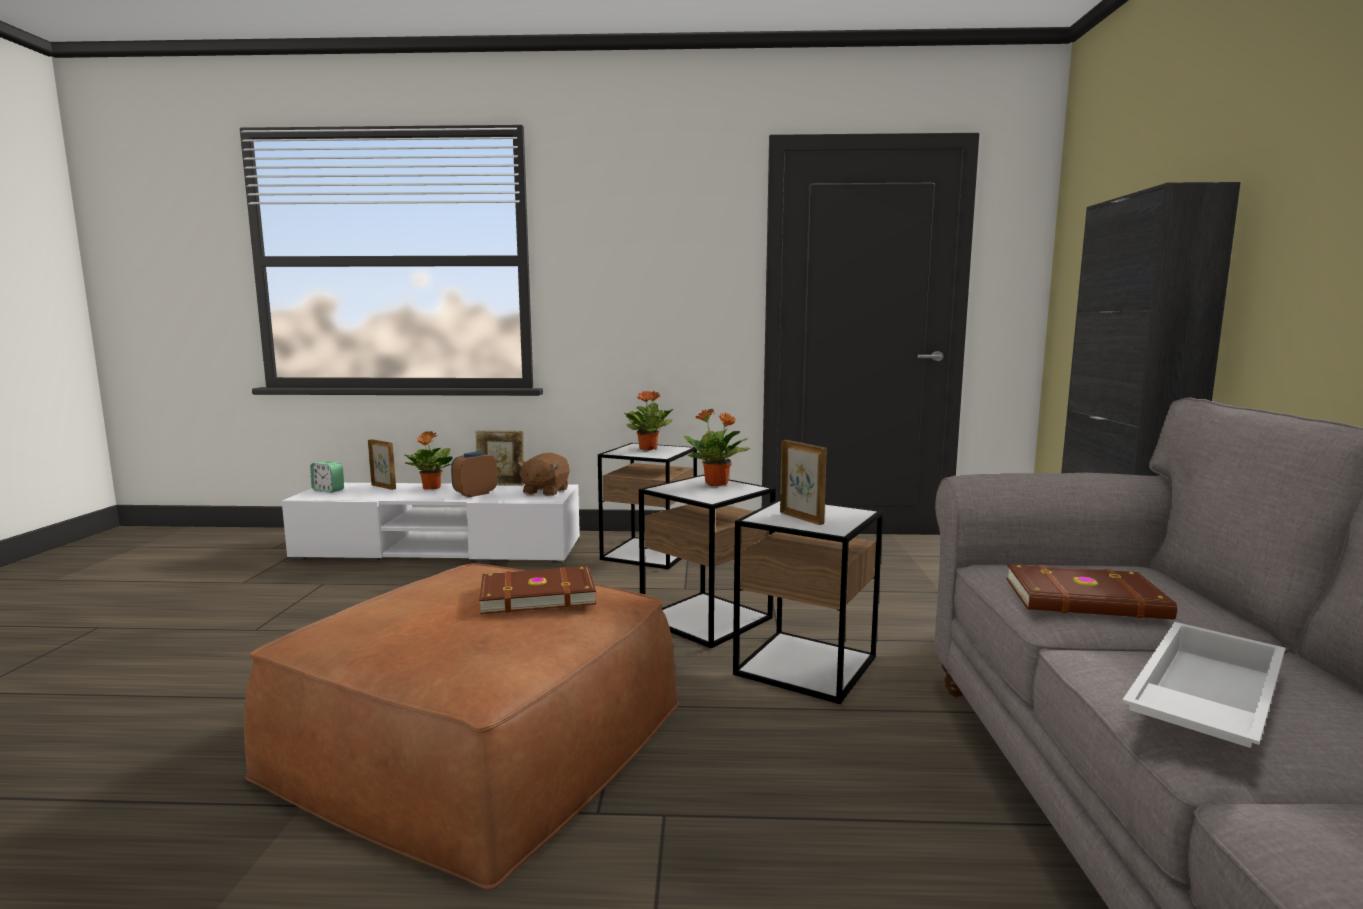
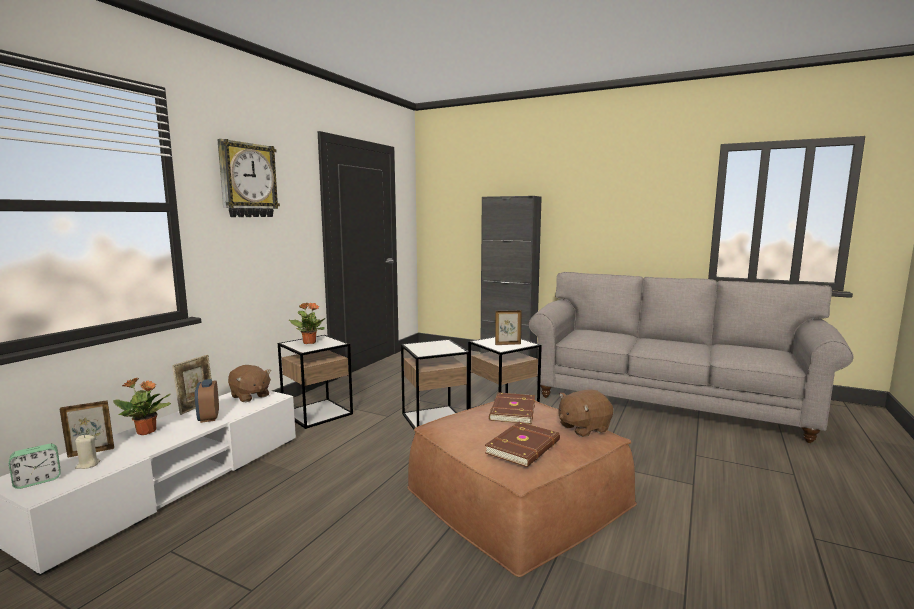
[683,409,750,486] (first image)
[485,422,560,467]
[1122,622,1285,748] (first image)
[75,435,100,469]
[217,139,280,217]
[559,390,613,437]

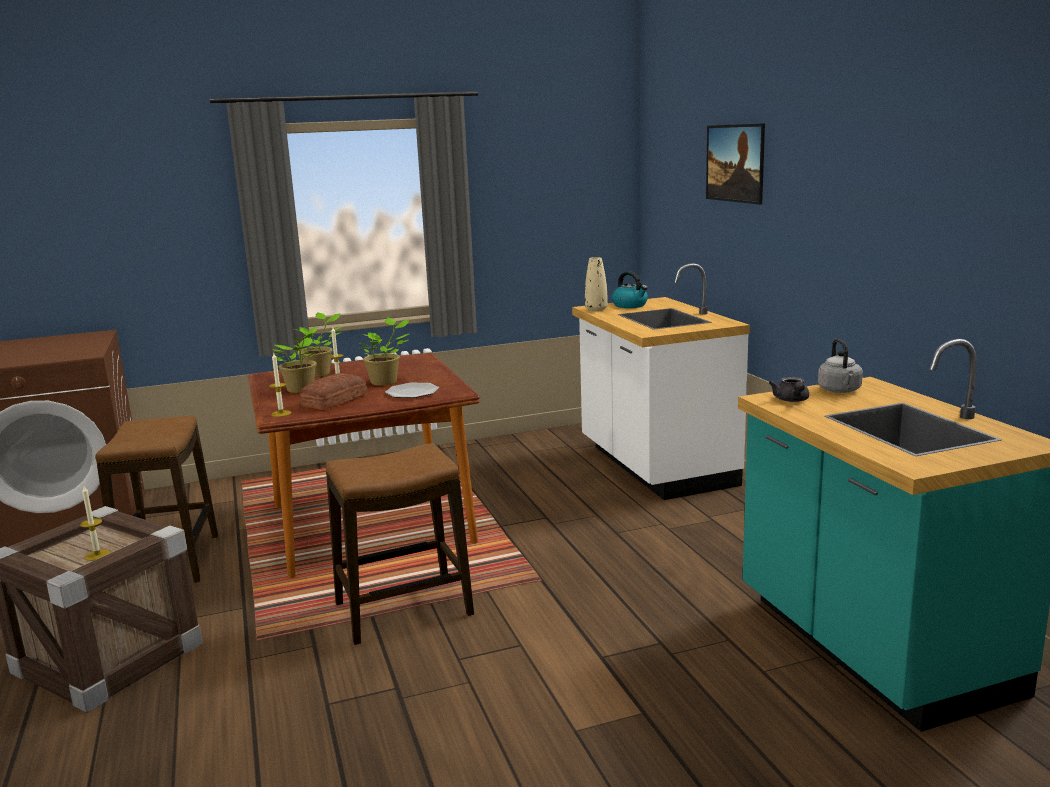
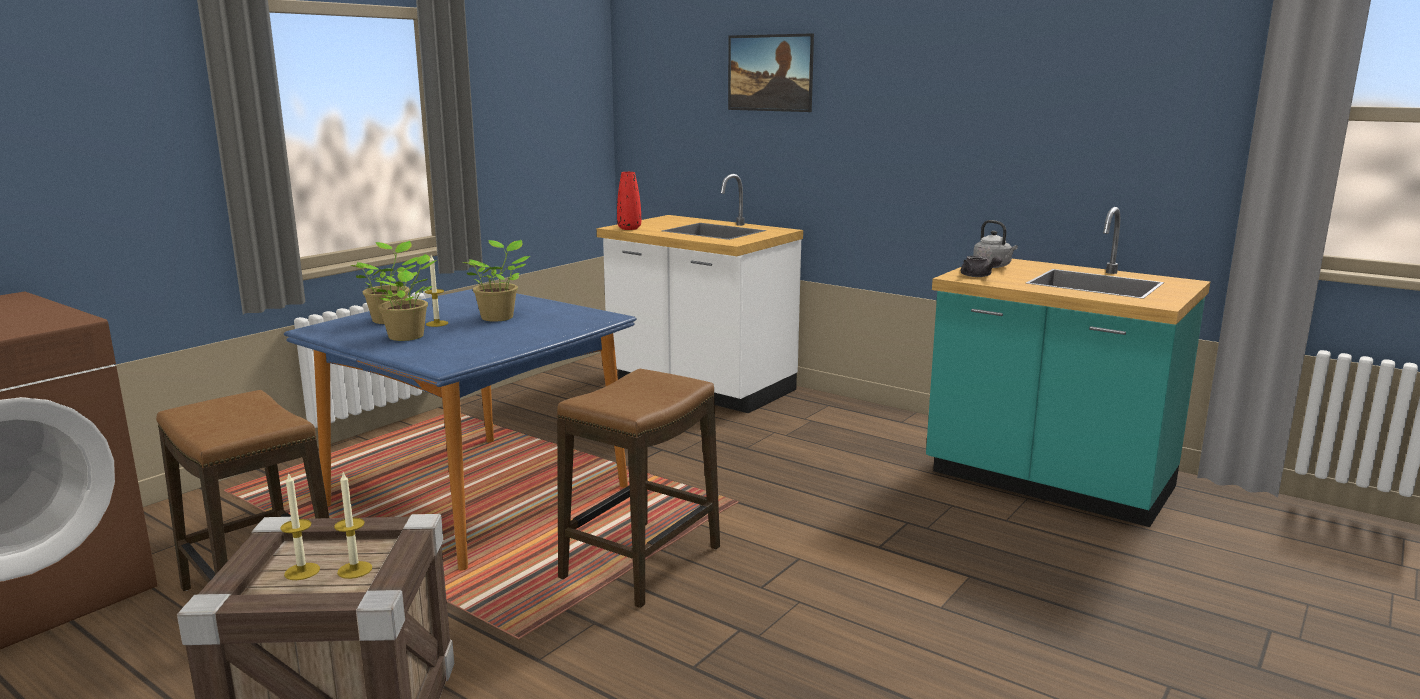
[284,289,636,570]
[280,472,320,580]
[300,373,368,410] (first image)
[385,383,439,398] (first image)
[617,172,641,230]
[612,271,648,308] (first image)

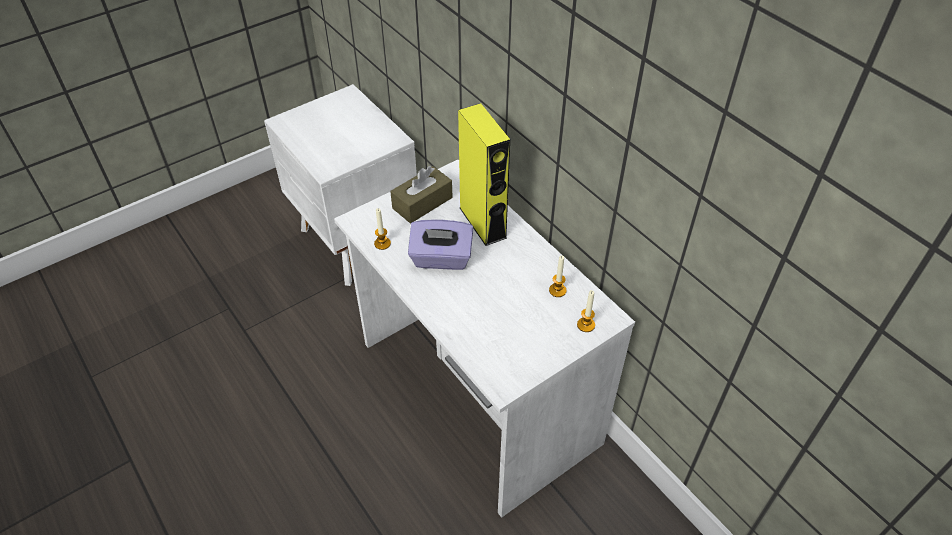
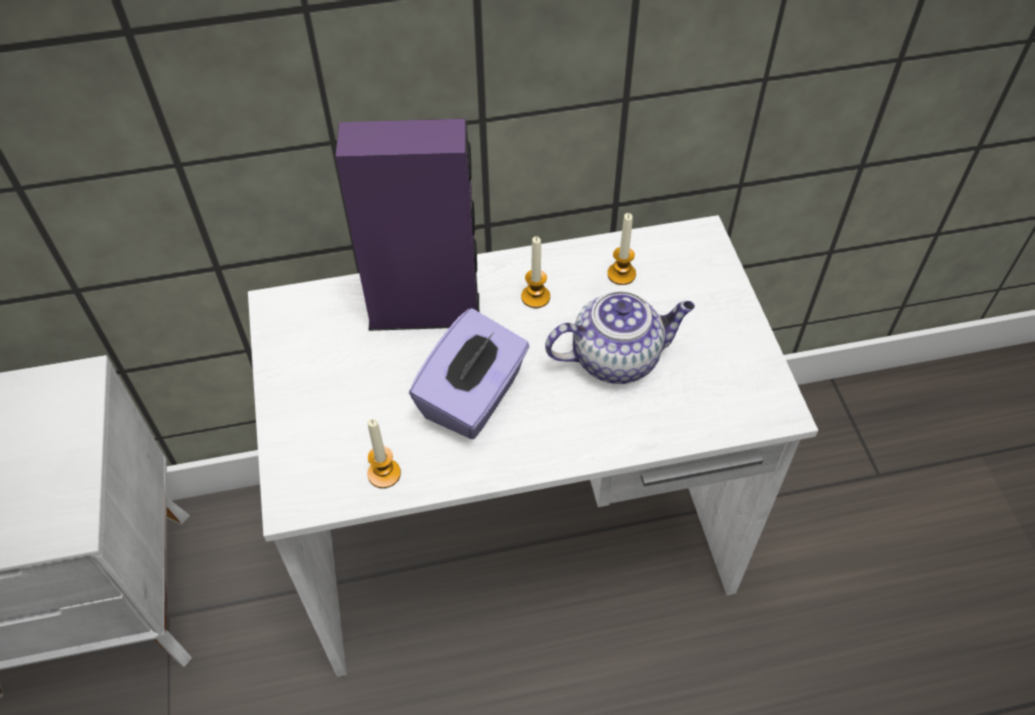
[390,166,452,223] (first image)
[335,119,479,331]
[521,236,550,308]
[545,291,695,384]

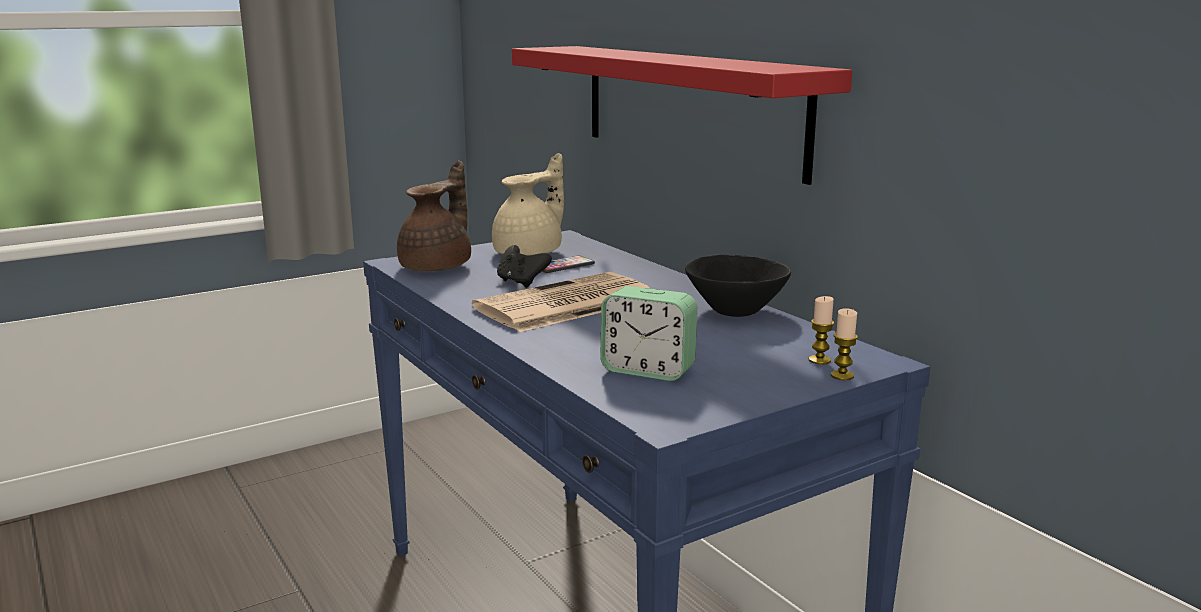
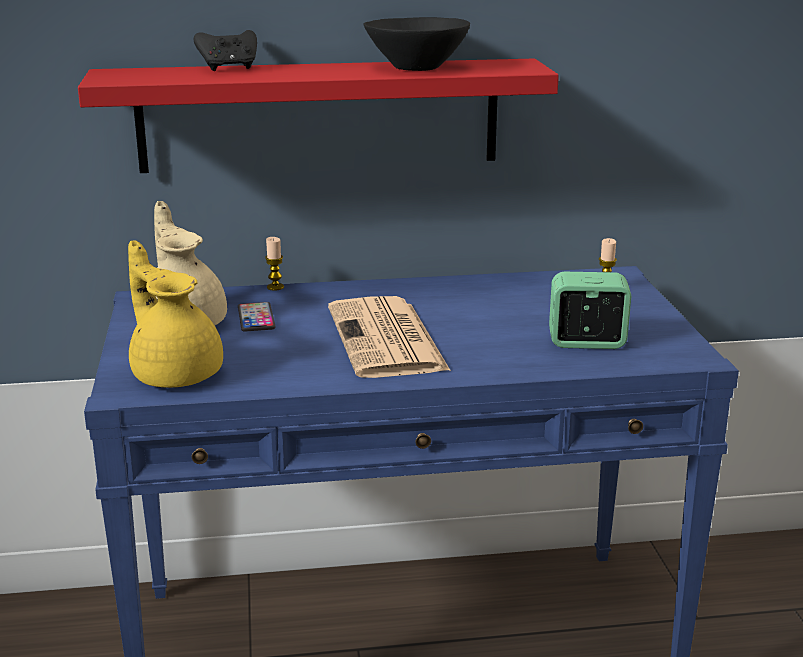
[128,241,223,388]
[193,30,257,71]
[549,272,631,349]
[364,17,470,71]
[265,237,284,291]

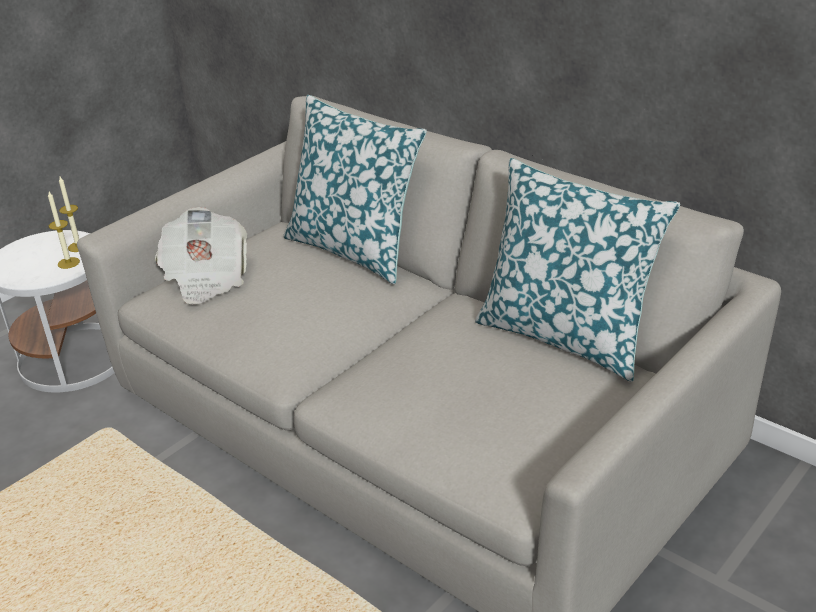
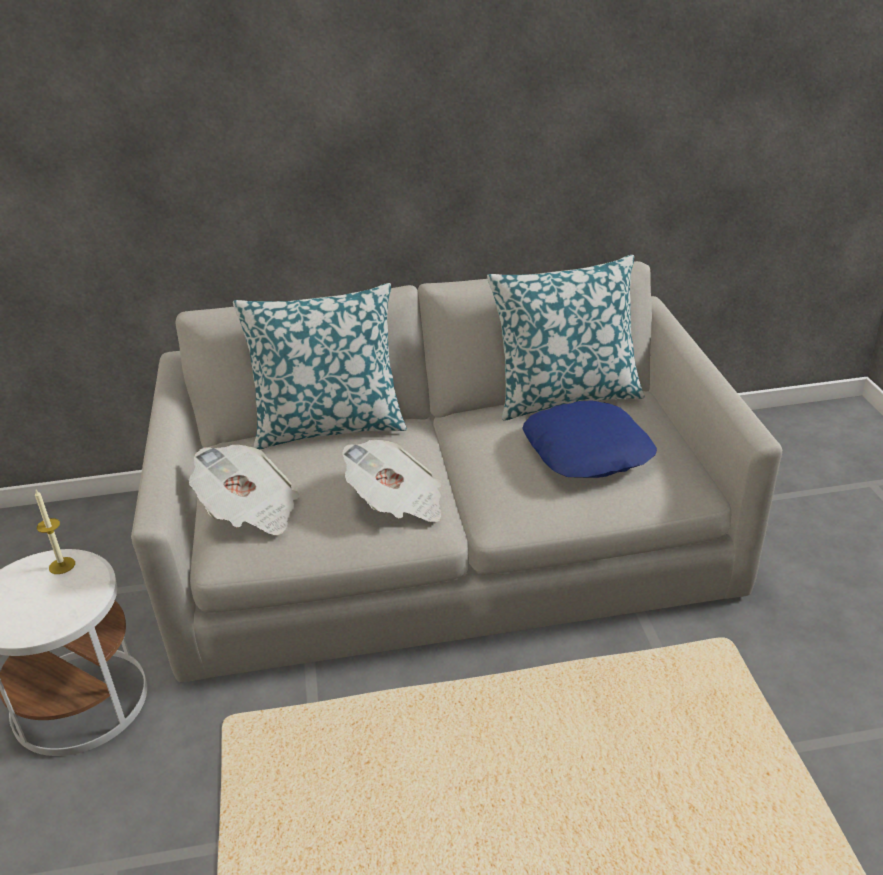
[48,191,80,269] (first image)
[342,440,442,522]
[522,400,657,478]

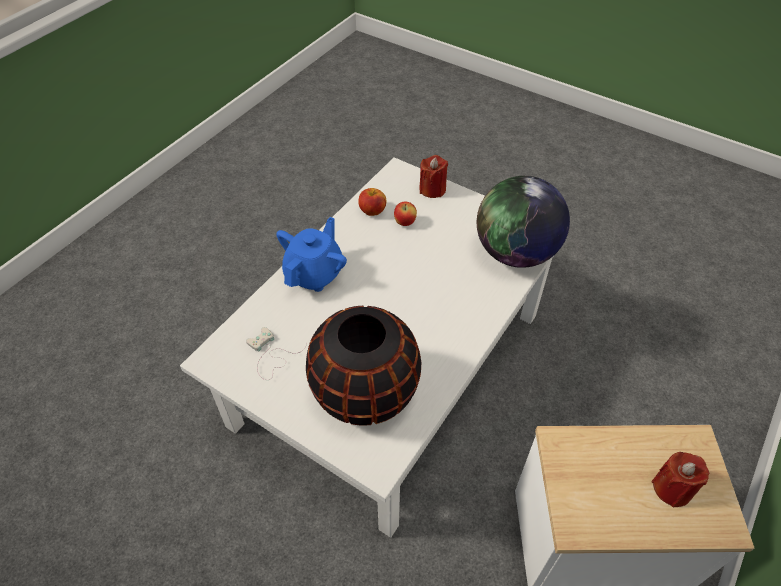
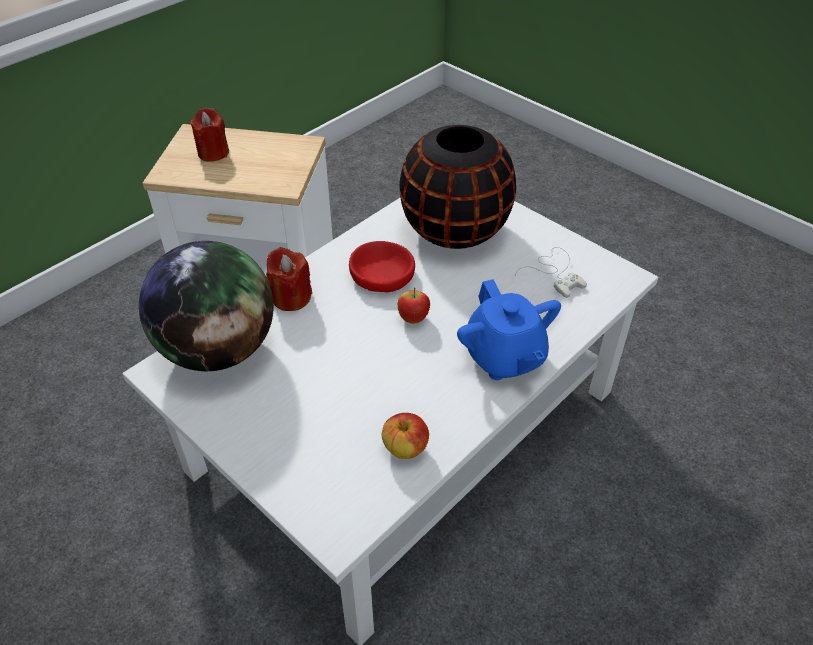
[457,279,561,380]
[398,288,430,324]
[266,247,312,311]
[349,241,415,292]

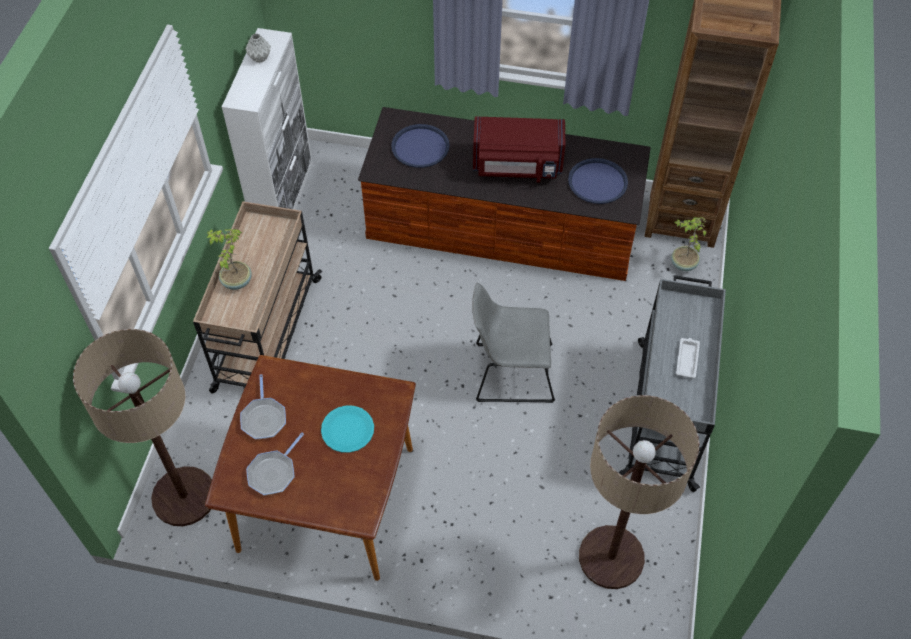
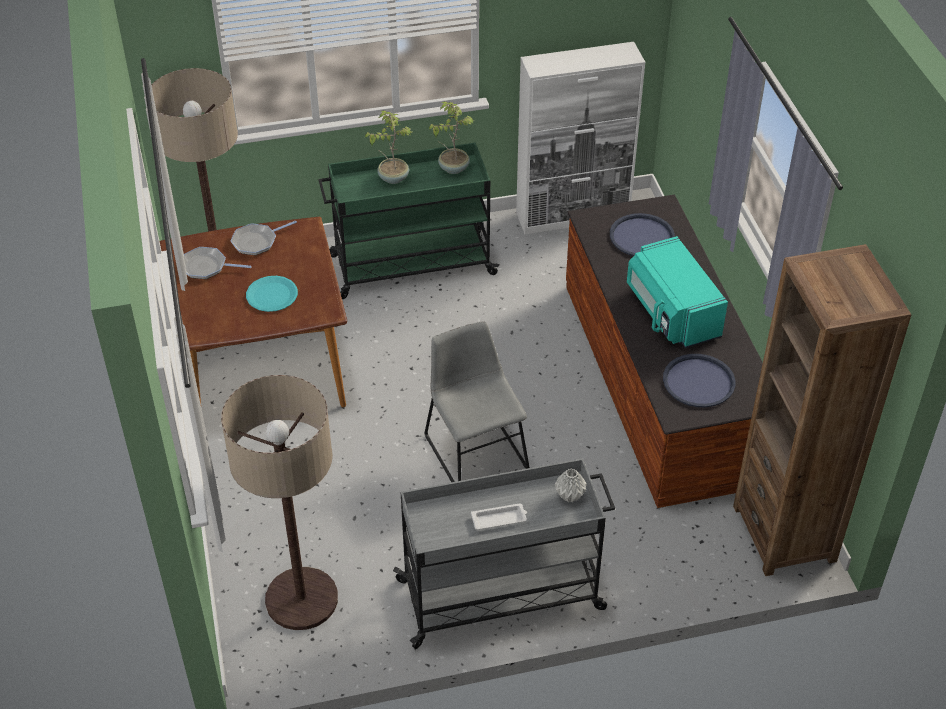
[318,142,500,299]
[555,468,587,502]
[627,236,728,348]
[429,101,474,174]

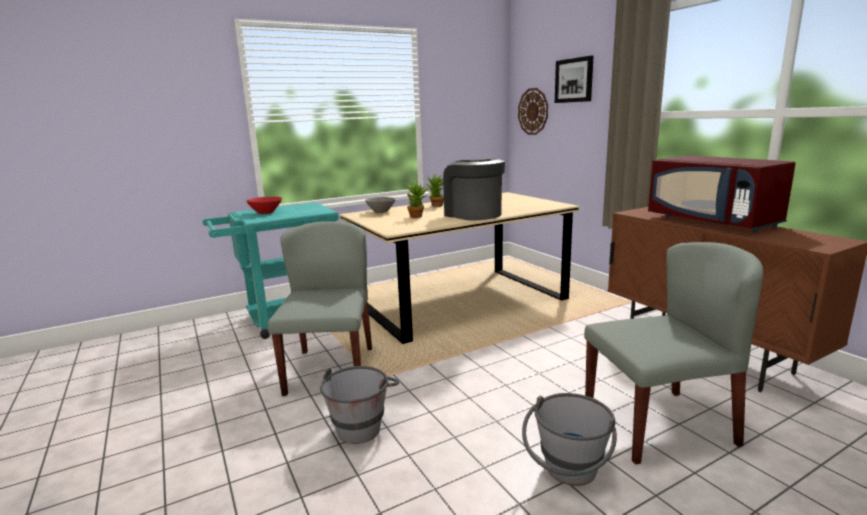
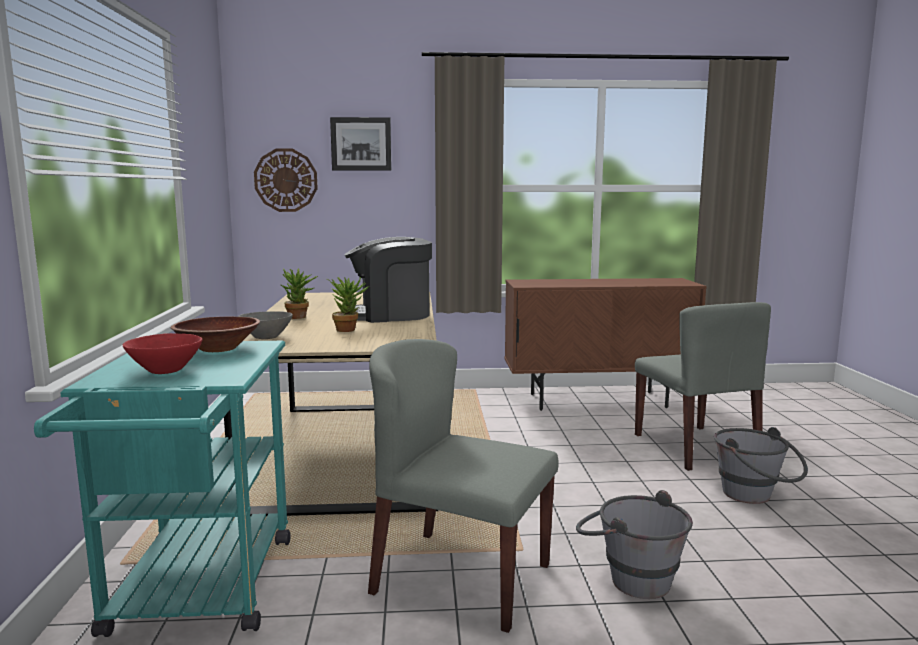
[635,302,771,471]
[648,155,796,233] (first image)
[171,317,260,352]

